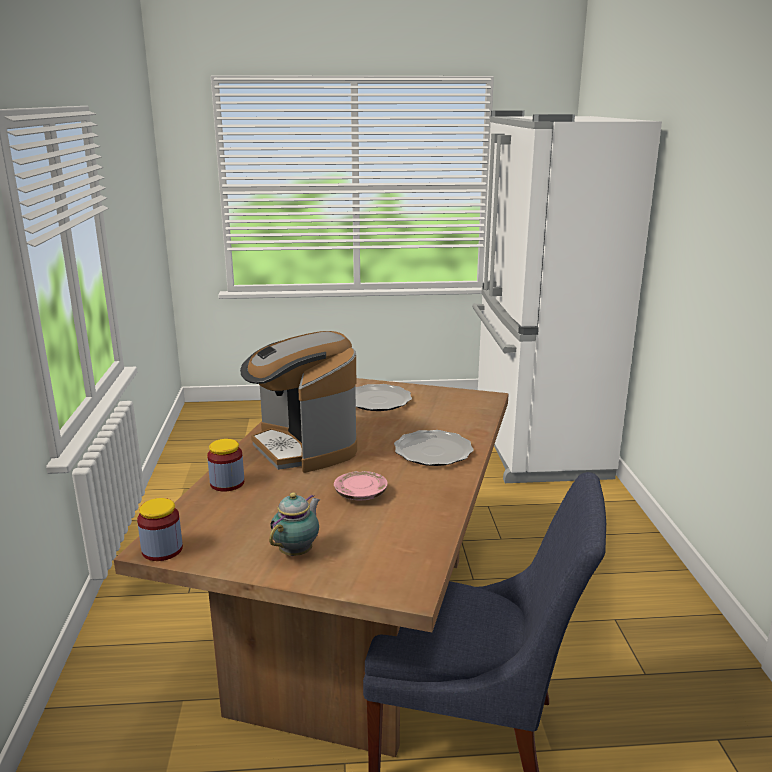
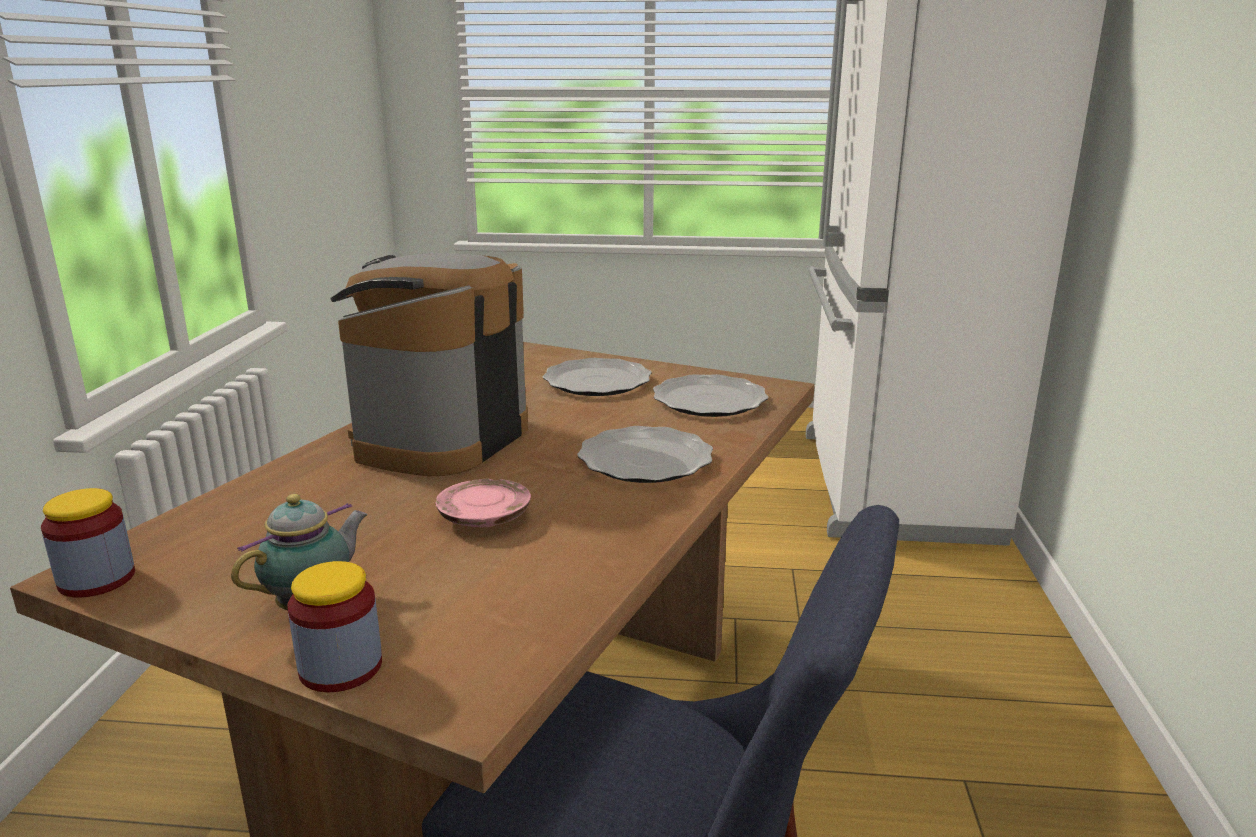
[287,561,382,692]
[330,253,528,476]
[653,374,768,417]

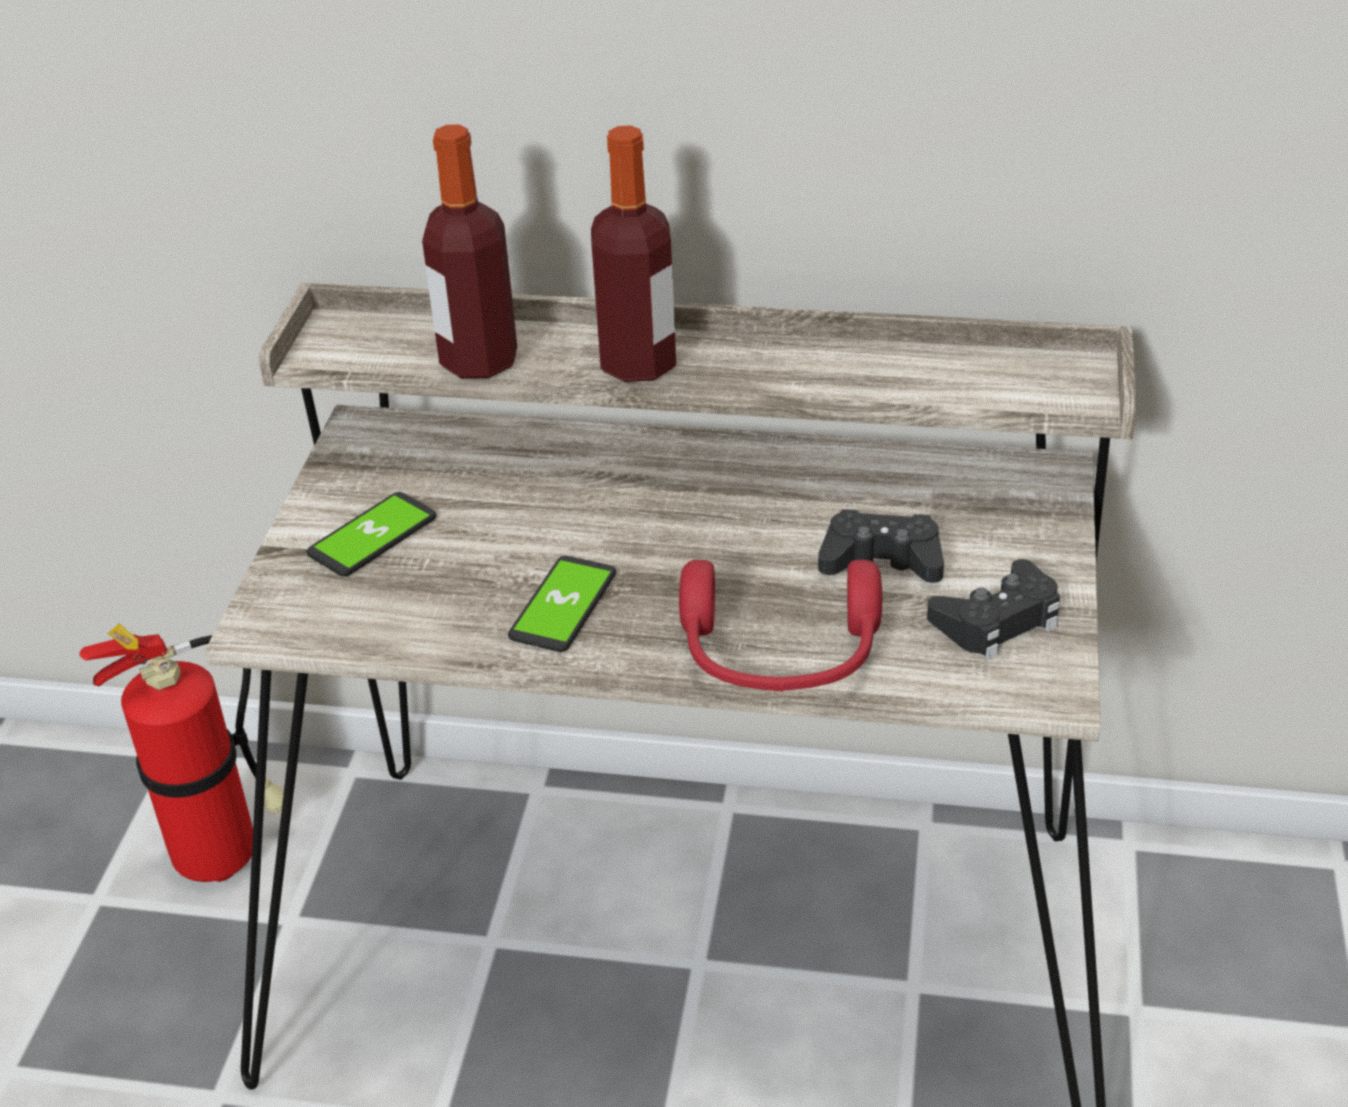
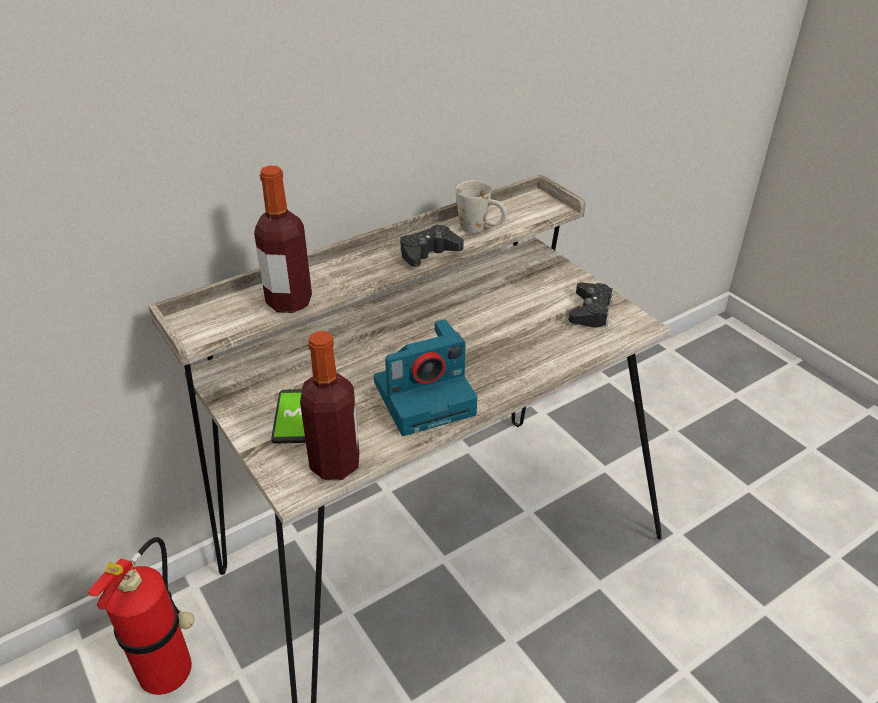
[374,319,477,436]
[300,331,359,480]
[679,560,883,691] (first image)
[400,225,464,267]
[455,181,507,233]

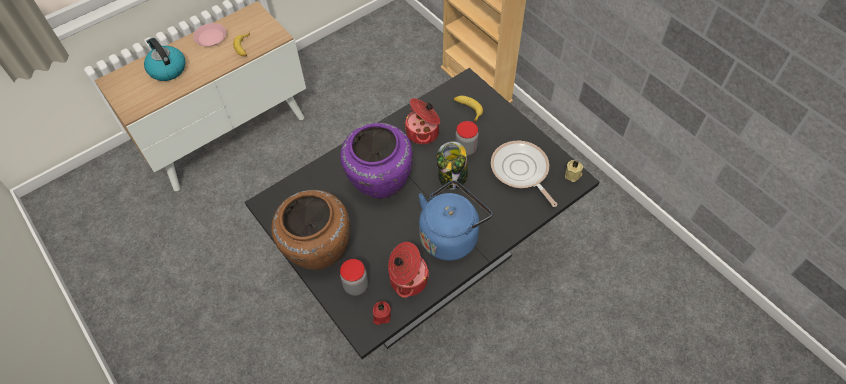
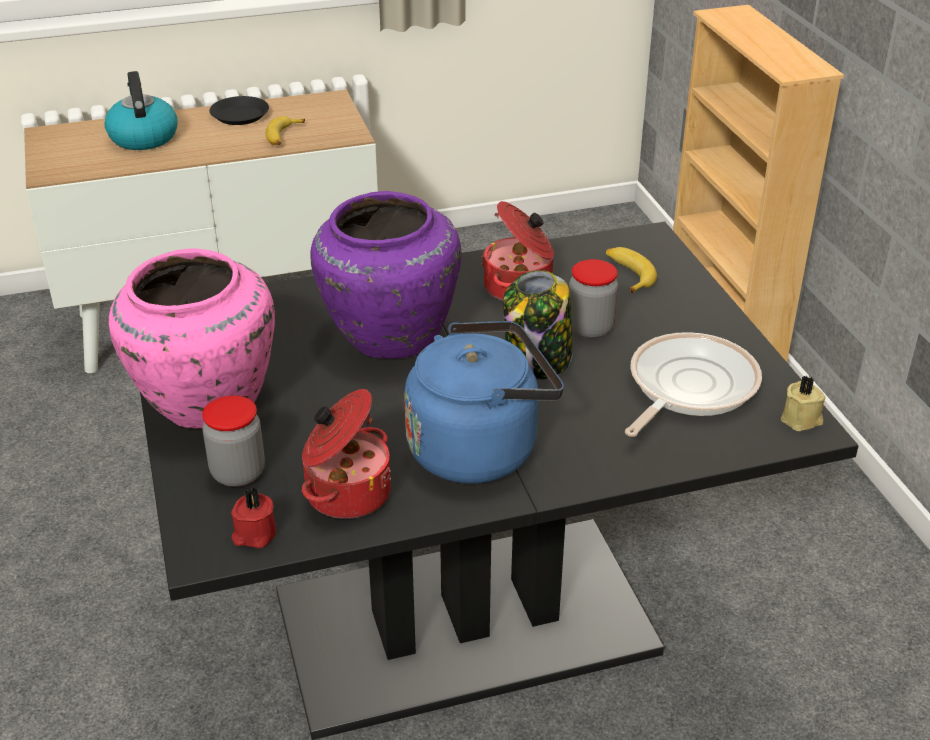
[209,96,269,125]
[109,248,275,429]
[625,332,762,437]

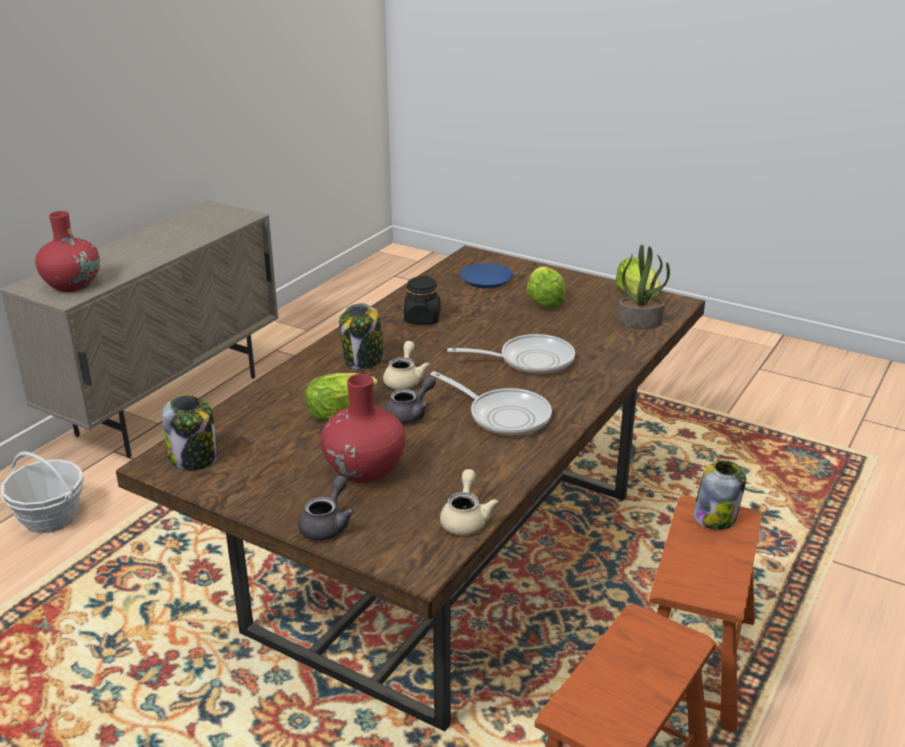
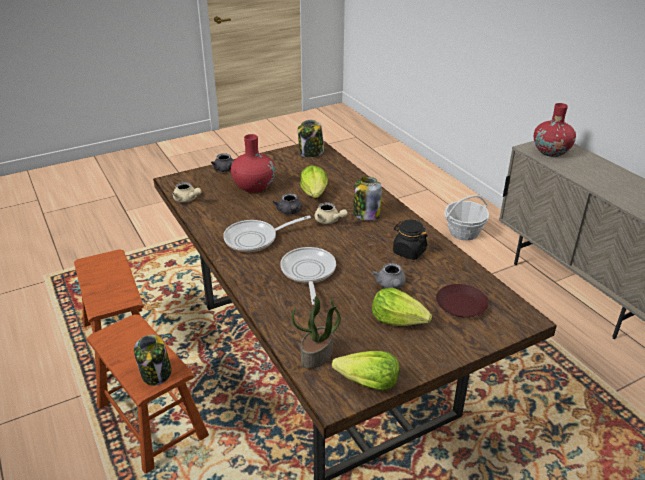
[280,247,336,305]
[436,284,488,317]
[372,263,406,289]

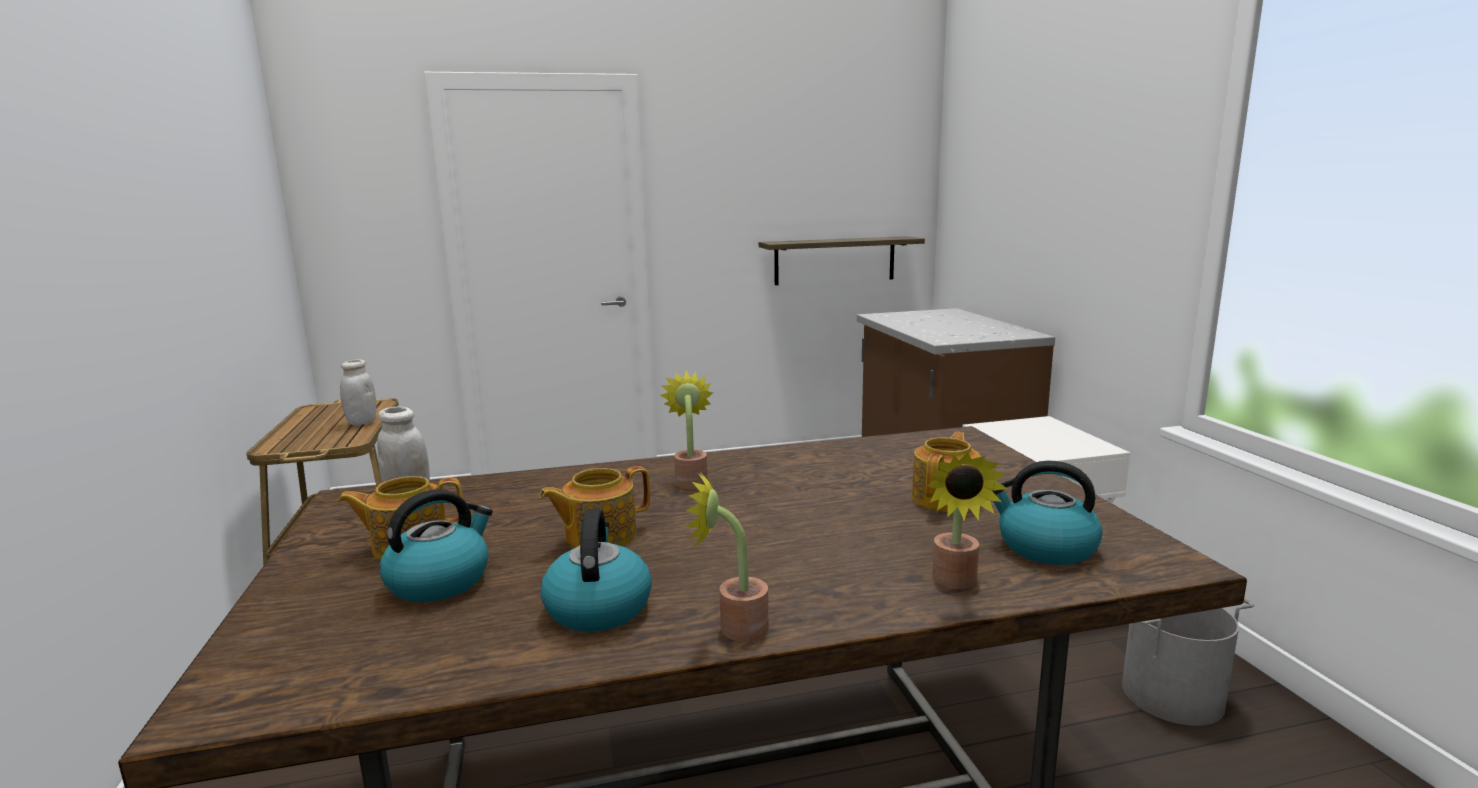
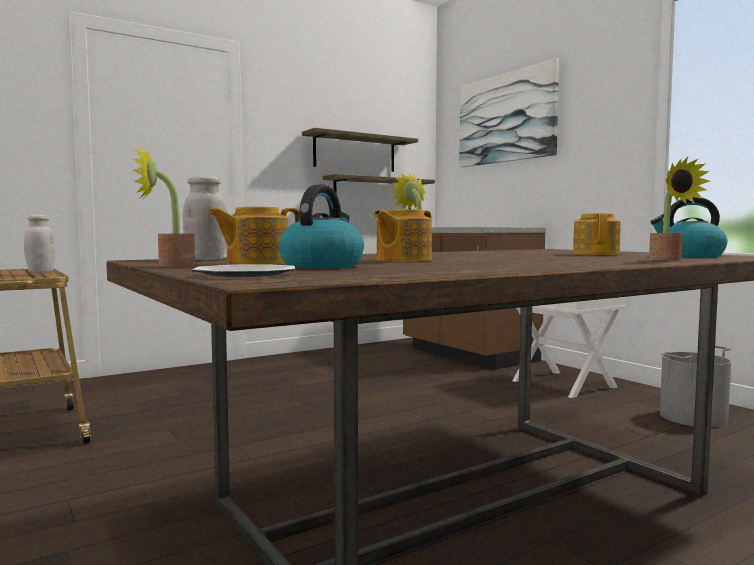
[541,508,652,631] (first image)
[132,146,195,266]
[192,264,295,277]
[302,128,418,172]
[459,58,559,167]

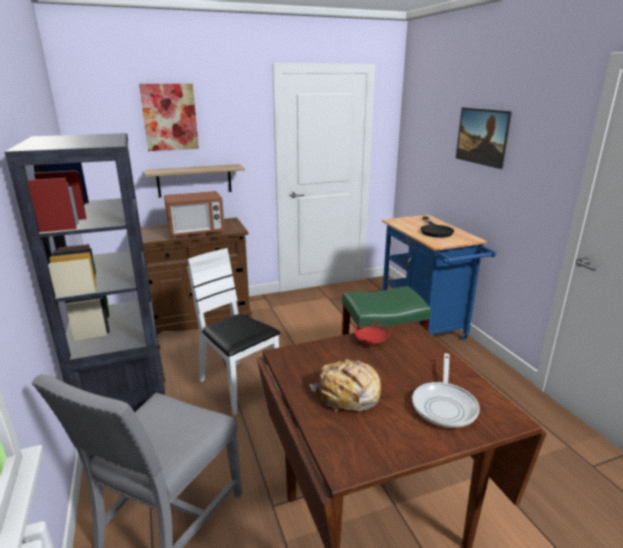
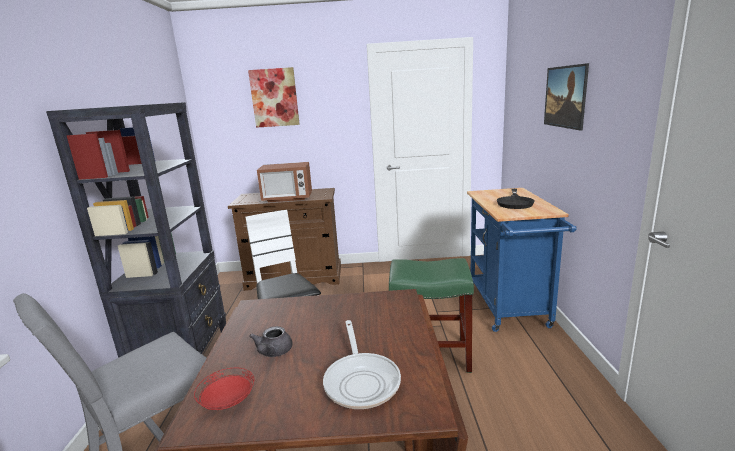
[144,164,245,197] (first image)
[249,326,292,357]
[194,368,254,410]
[323,320,401,409]

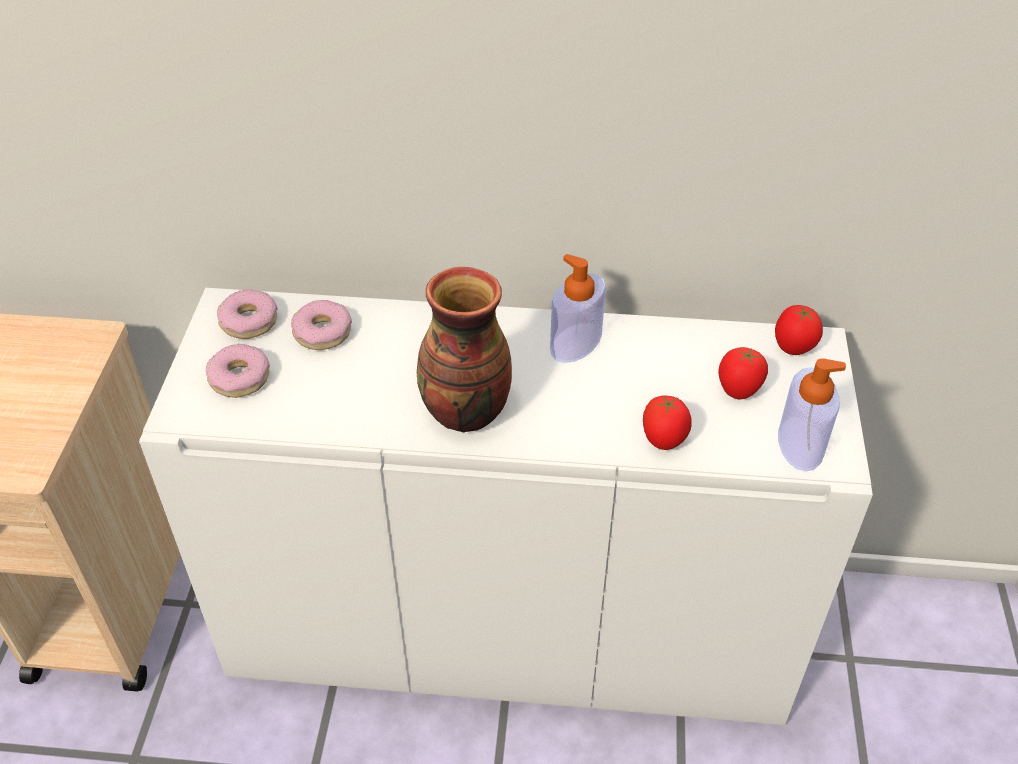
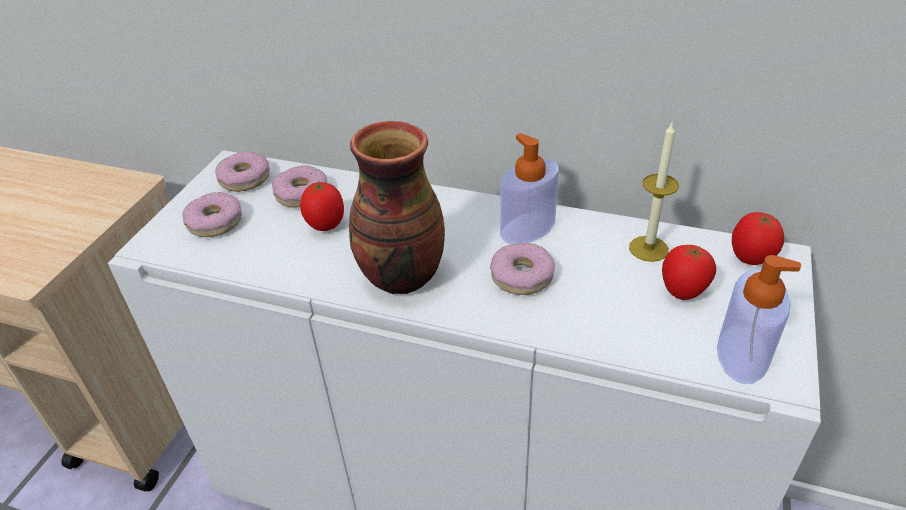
[300,182,344,231]
[490,242,555,295]
[629,121,679,262]

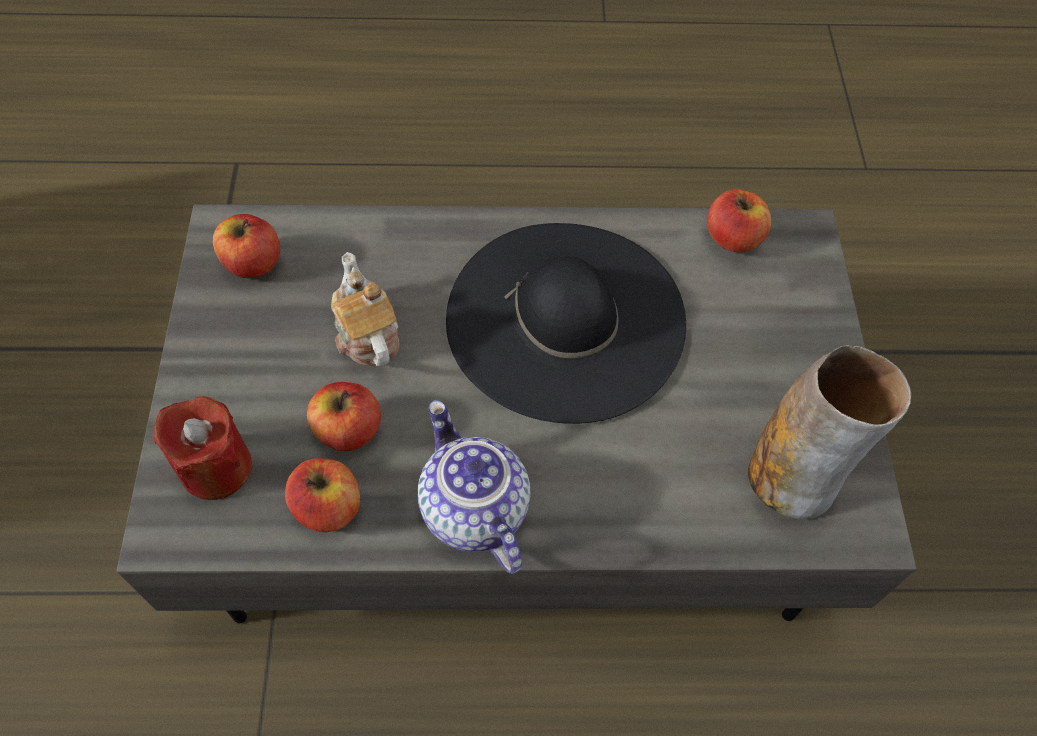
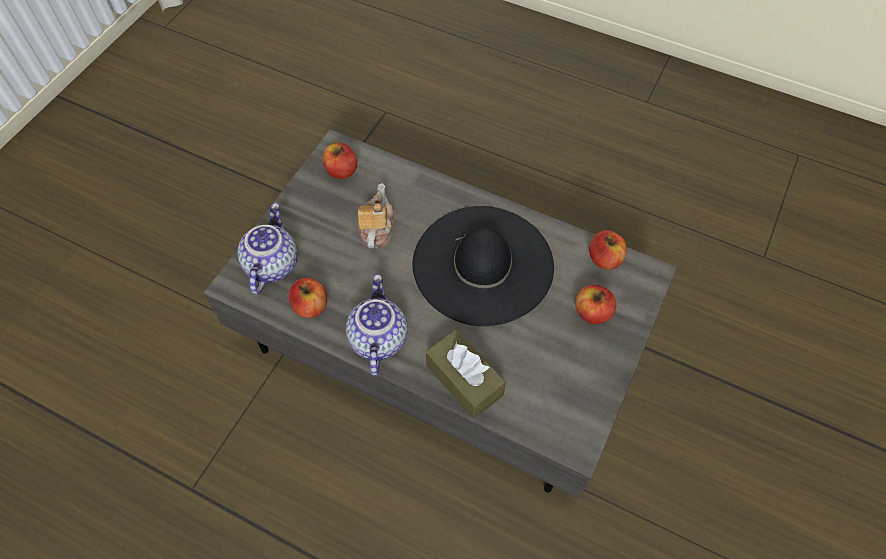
[238,203,297,294]
[575,285,616,324]
[748,345,911,519] (first image)
[426,329,506,419]

